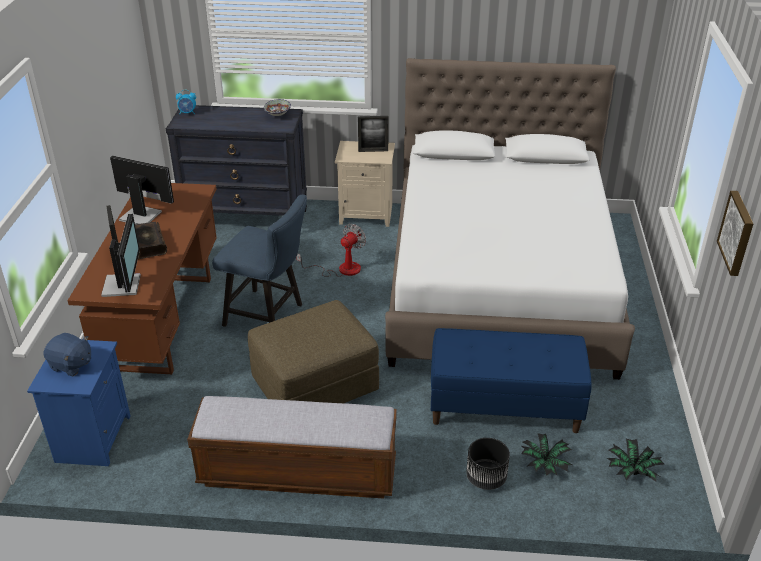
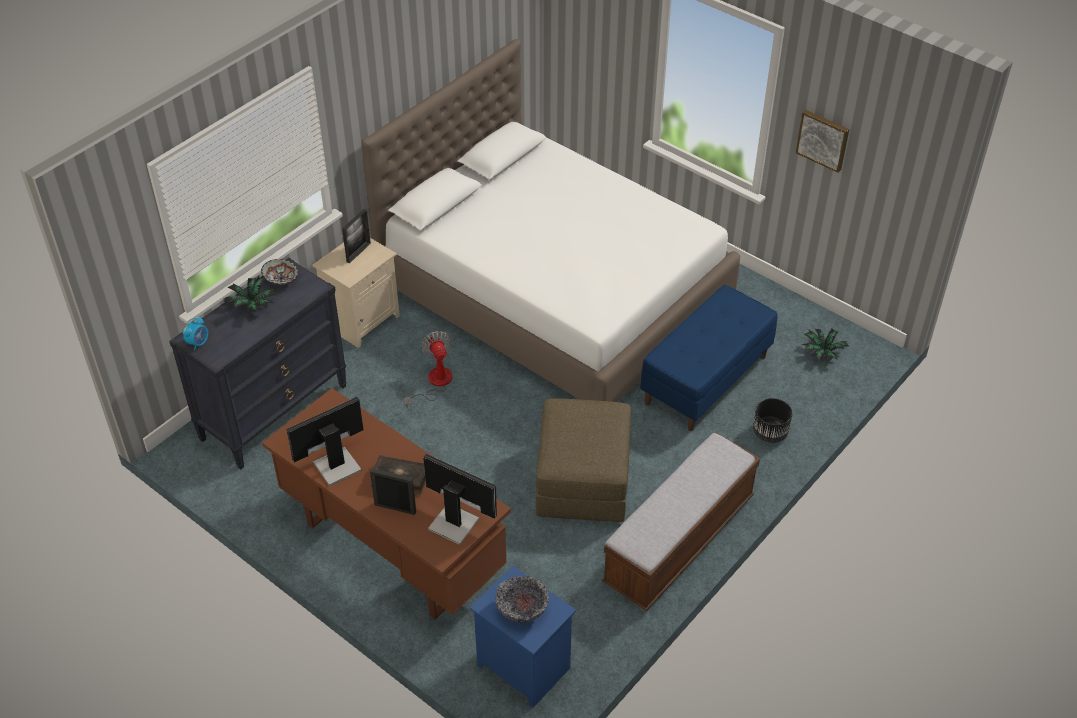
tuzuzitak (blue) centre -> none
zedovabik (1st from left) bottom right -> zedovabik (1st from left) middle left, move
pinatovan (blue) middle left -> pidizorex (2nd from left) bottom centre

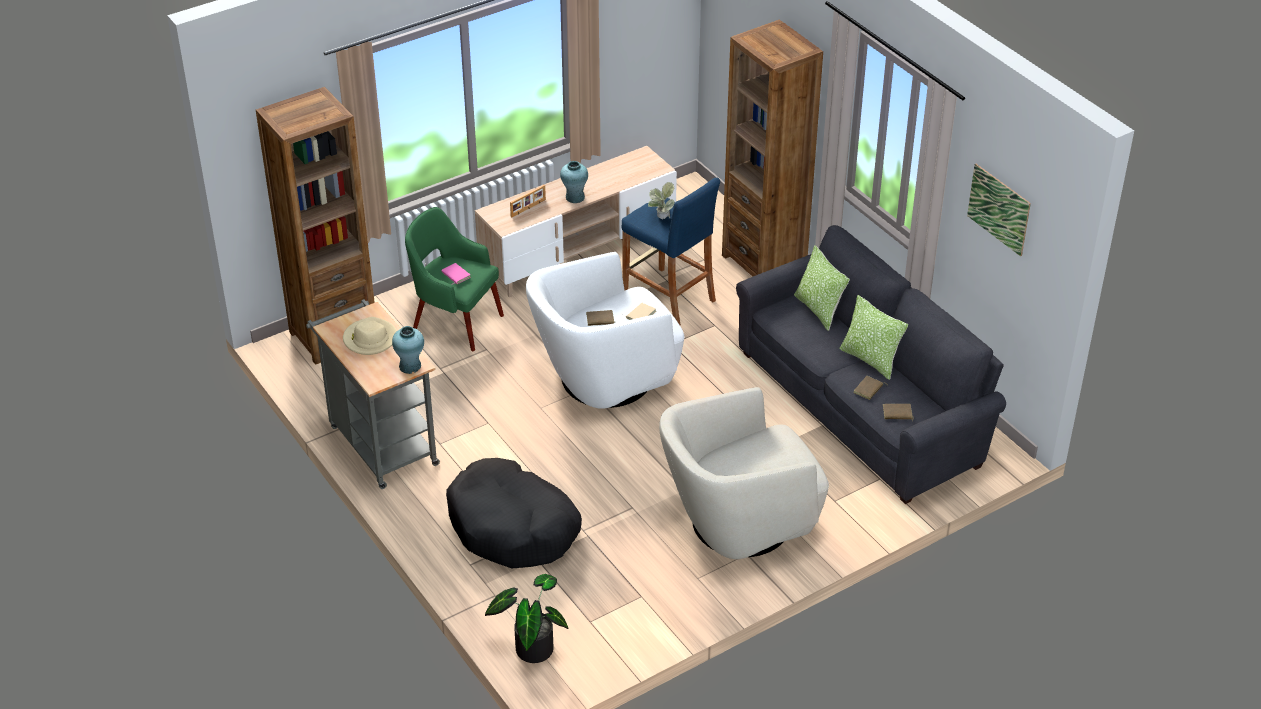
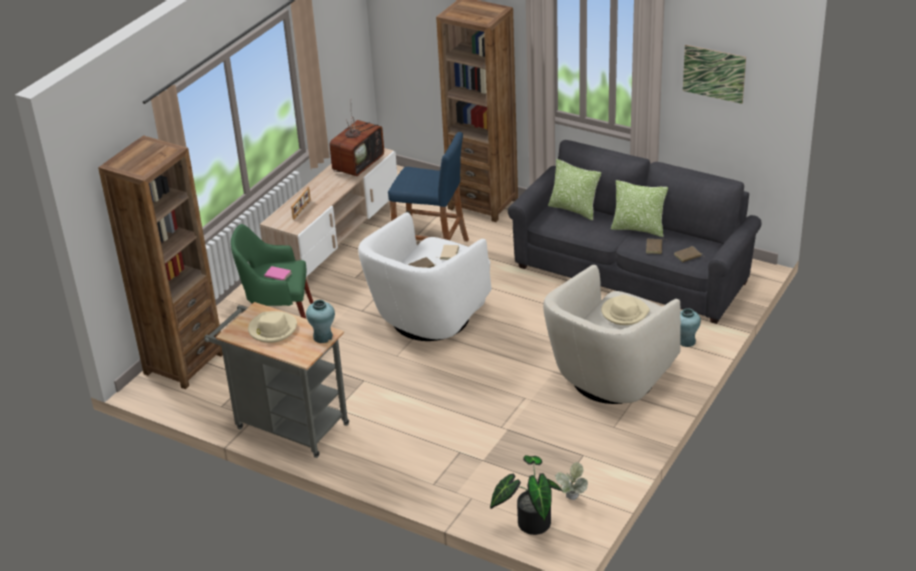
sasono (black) bottom centre -> none
none -> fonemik top centre
none -> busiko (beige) (2nd from left) middle right
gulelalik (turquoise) (2nd from left) top centre -> gulelalik (turquoise) (2nd from left) middle right, move
zedovabik (2nd from left) top centre -> zedovabik (2nd from left) bottom centre, move

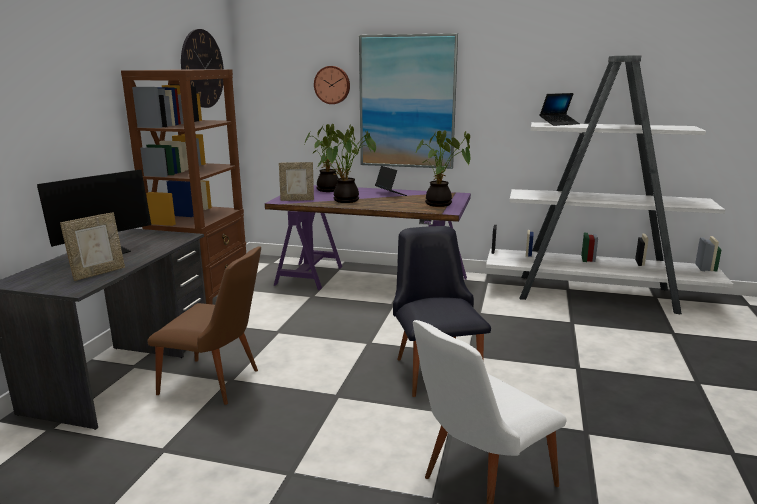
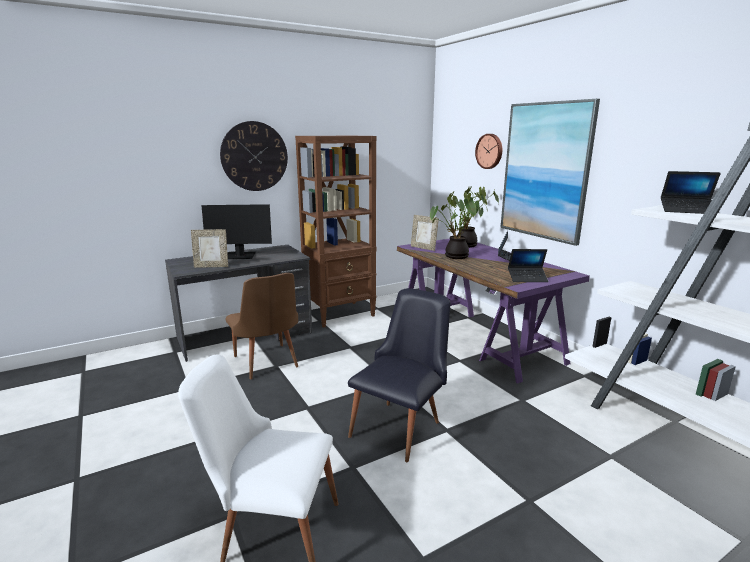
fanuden (1st from left) top left -> fanuden (1st from left) top centre, move
zedovabik (3rd from left) centre -> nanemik (2nd from left) middle right

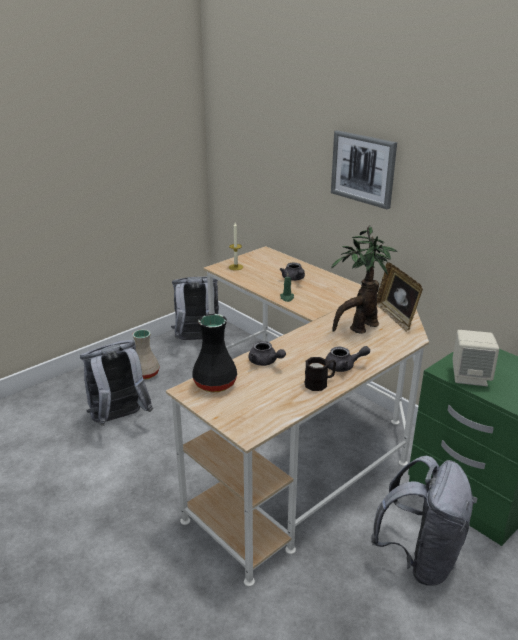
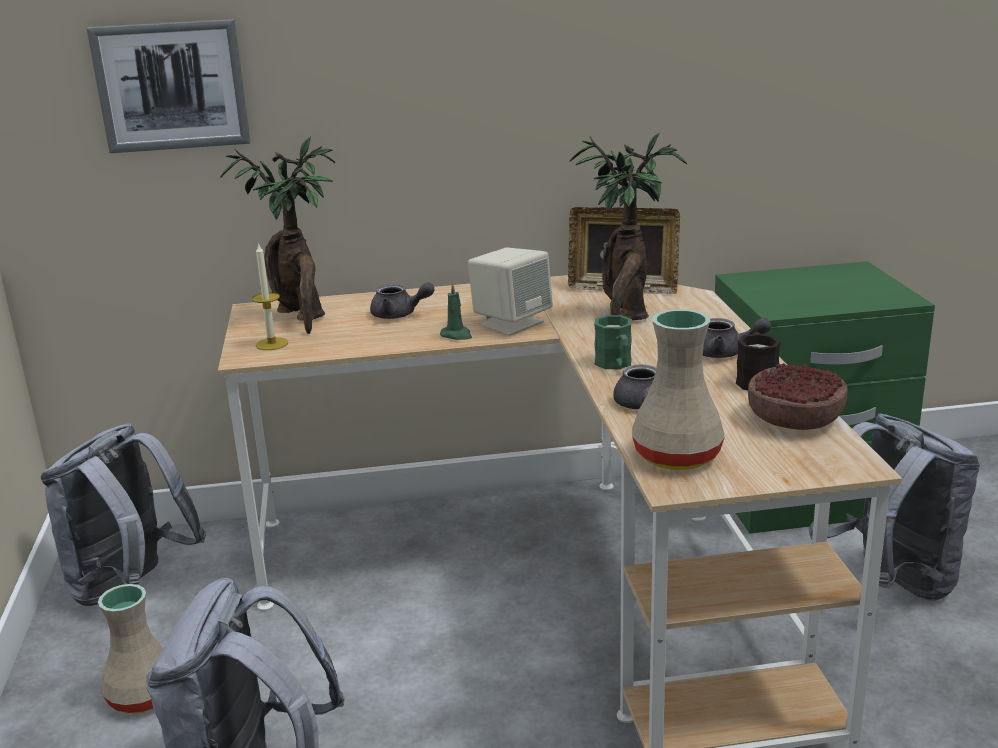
none -> zedovabik (1st from left) top left
none -> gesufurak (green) centre
none -> pidizorex middle right
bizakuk top right -> bizakuk top left, move
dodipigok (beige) middle right -> dodipigok (beige) centre, move
gulelalik (black) centre -> gulelalik (beige) (2nd from left) middle right
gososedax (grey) (3rd from left) middle right, 75 degrees clockwise

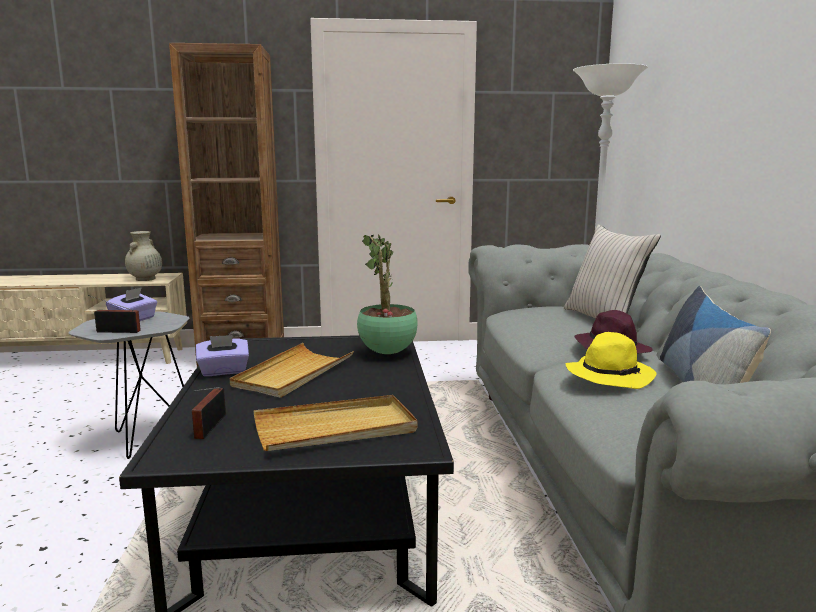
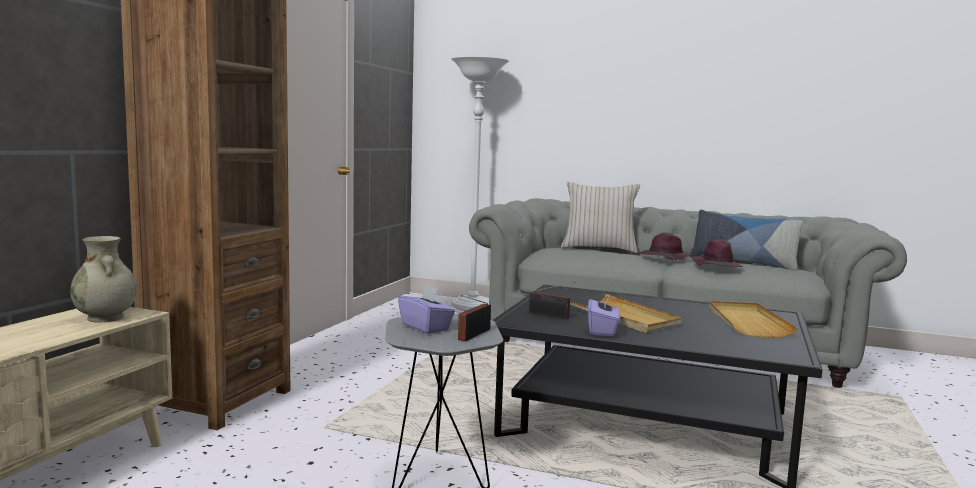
zedovabik centre -> none
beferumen (2nd from left) bottom left -> beferumen (2nd from left) centre, move
busiko (yellow) middle right -> busiko (purple) (2nd from left) middle right

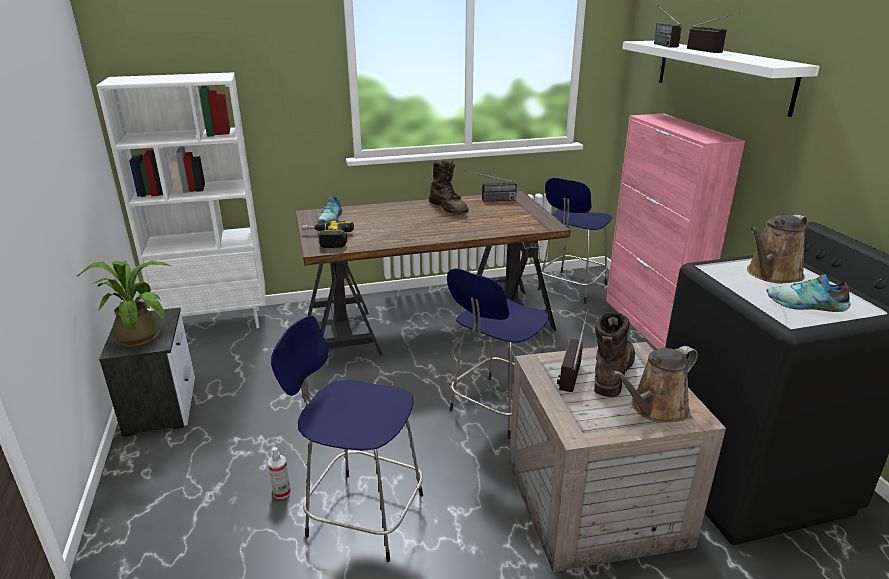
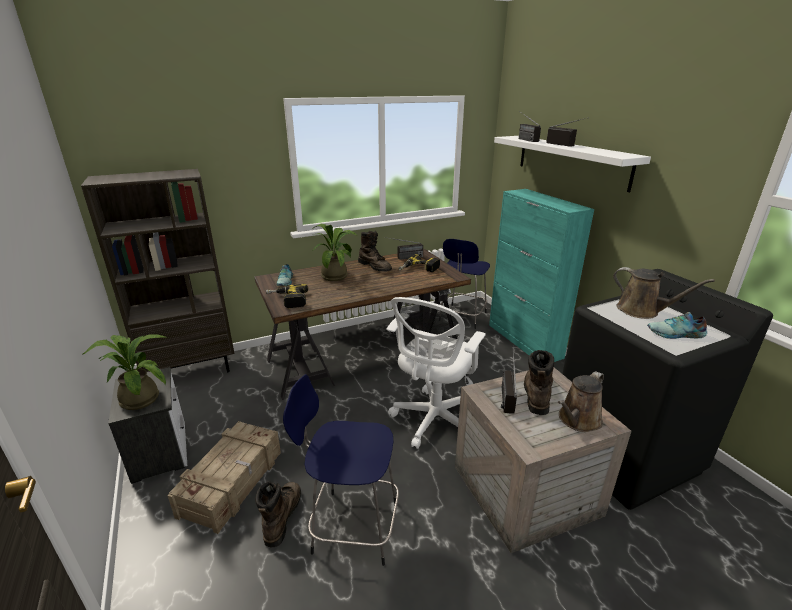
none -> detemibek (1st from left) bottom left
none -> zedovabik (2nd from left) centre
none -> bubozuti (2nd from left) centre
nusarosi bottom left -> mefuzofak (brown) (1st from left) bottom centre
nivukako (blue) (2nd from left) centre -> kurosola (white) centre
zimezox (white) middle left -> zimezox (brown) middle left
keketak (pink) middle right -> keketak (turquoise) middle right
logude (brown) (2nd from left) middle right, 90 degrees counterclockwise

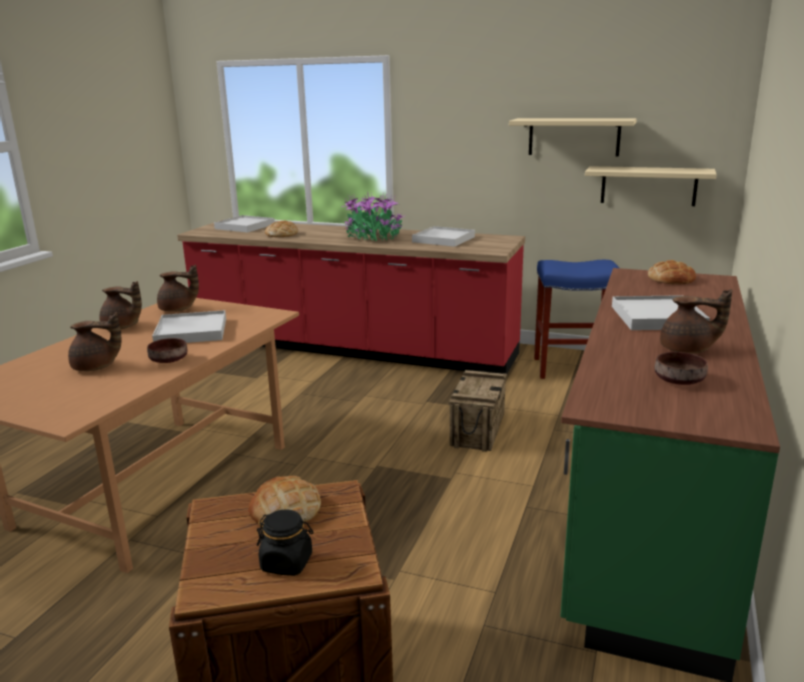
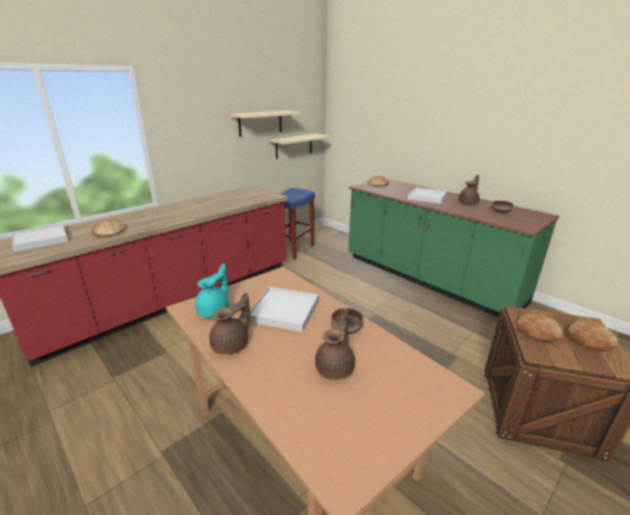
zedovabik top centre -> none
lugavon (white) (3rd from left) centre -> none
detemibek (2nd from left) centre -> none
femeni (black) bottom centre -> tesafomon (4th from left) middle right
gososedax (brown) (3rd from left) middle left -> gososedax (turquoise) centre

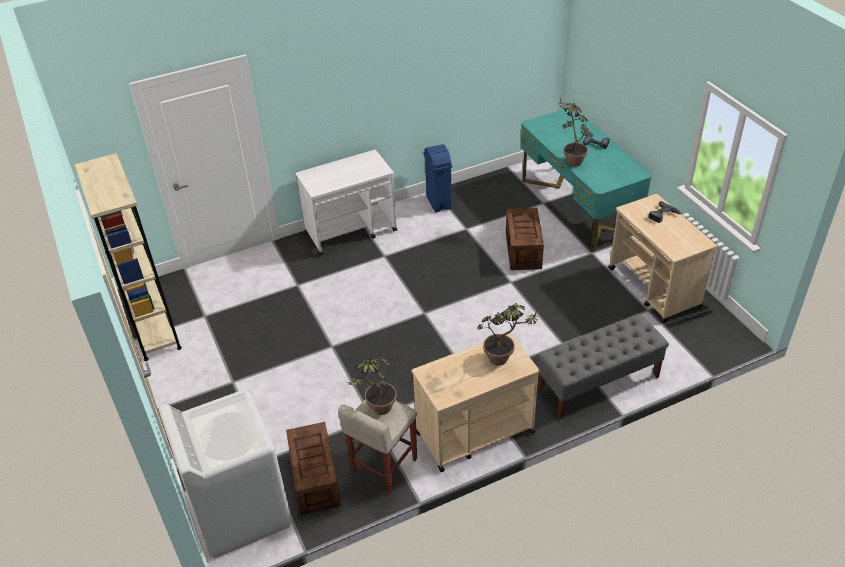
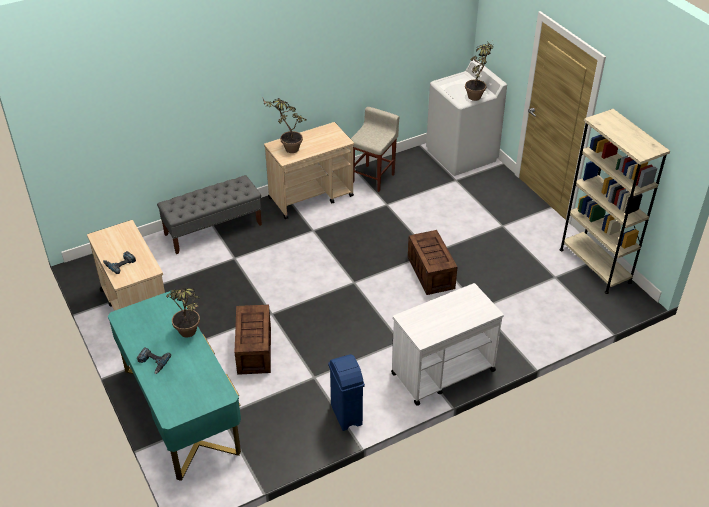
detemibek (1st from left in the first image) bottom centre -> detemibek (2nd from left) centre, move
zedovabik (1st from left in the first image) bottom centre -> zedovabik (3rd from left) top right, move

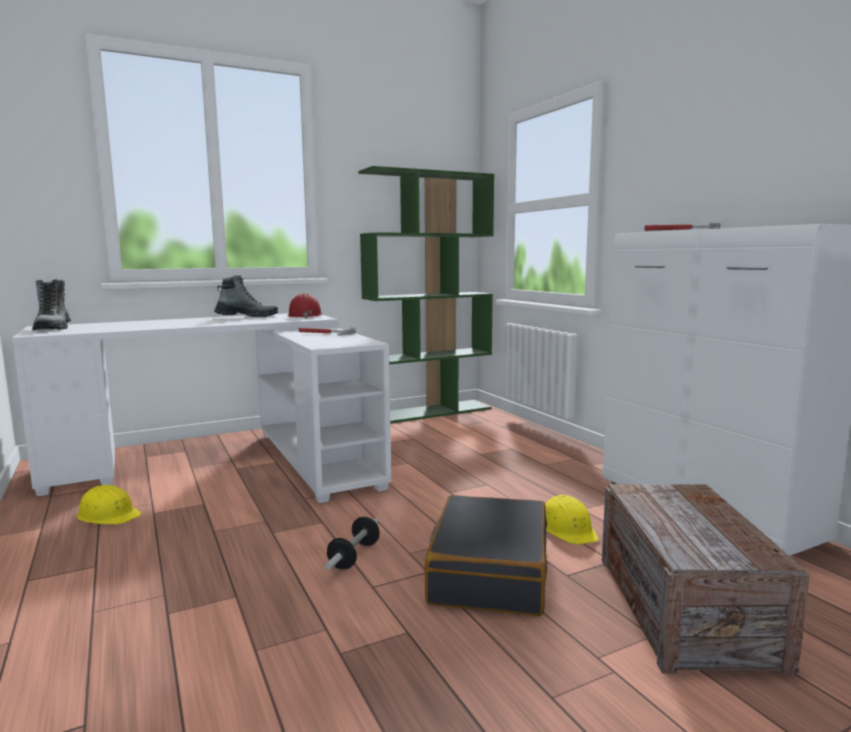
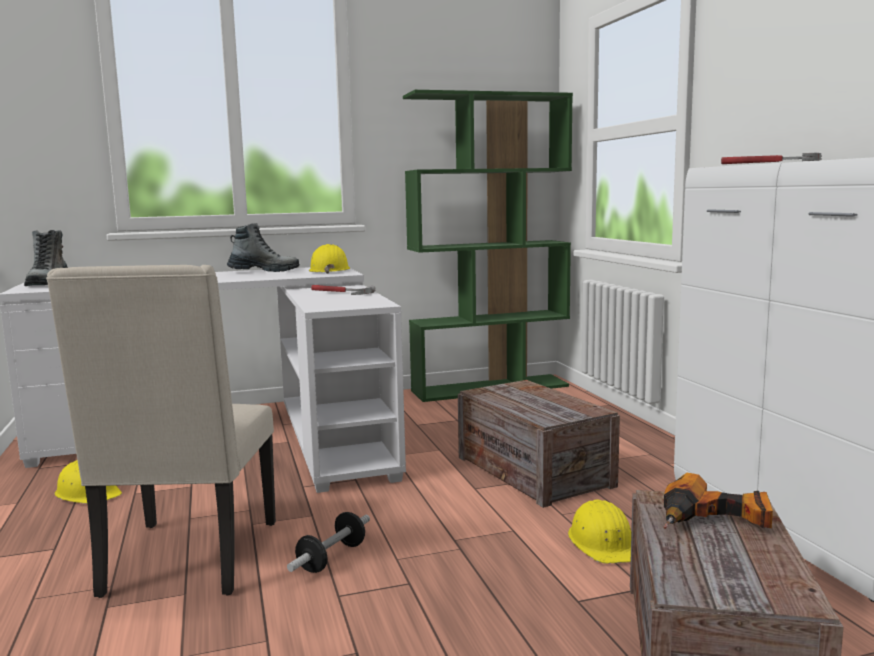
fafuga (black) bottom centre -> none
none -> tuzuzitak (beige) middle left
none -> detemibek (1st from left) bottom centre
none -> bubozuti bottom right
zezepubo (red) centre -> zezepubo (yellow) (2nd from left) centre

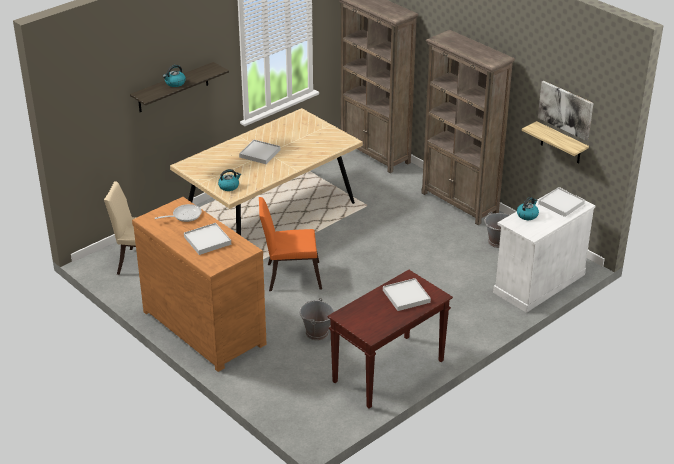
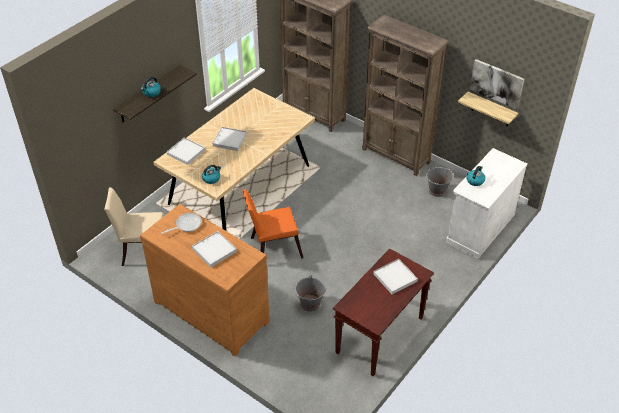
lugavon (white) (4th from left in the first image) middle right -> lugavon (white) (1st from left) middle left, move

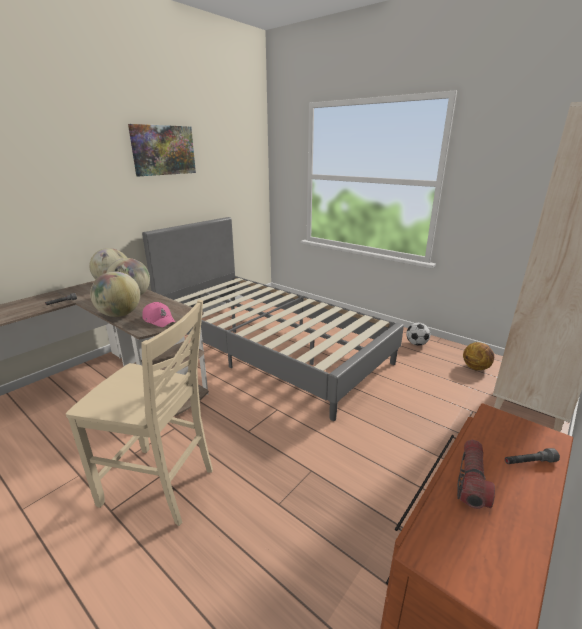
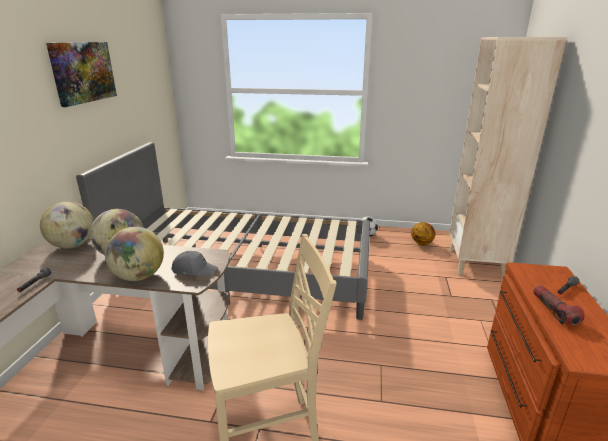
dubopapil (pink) middle left -> dubopapil (grey) middle left

